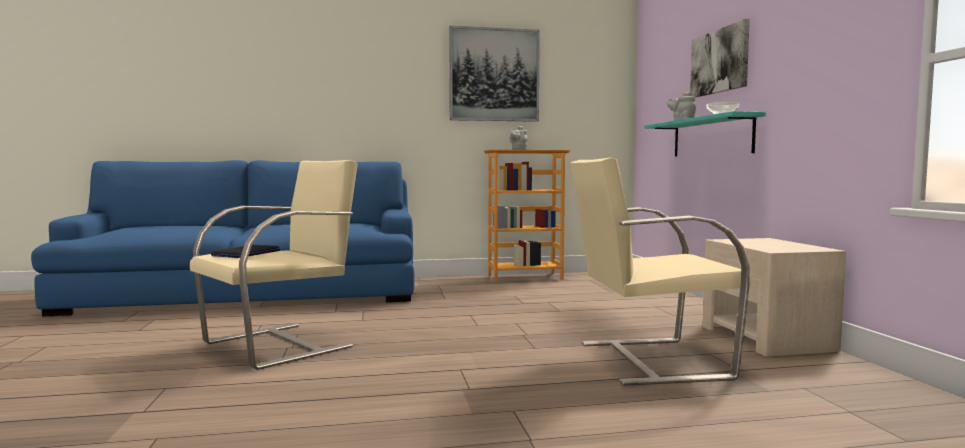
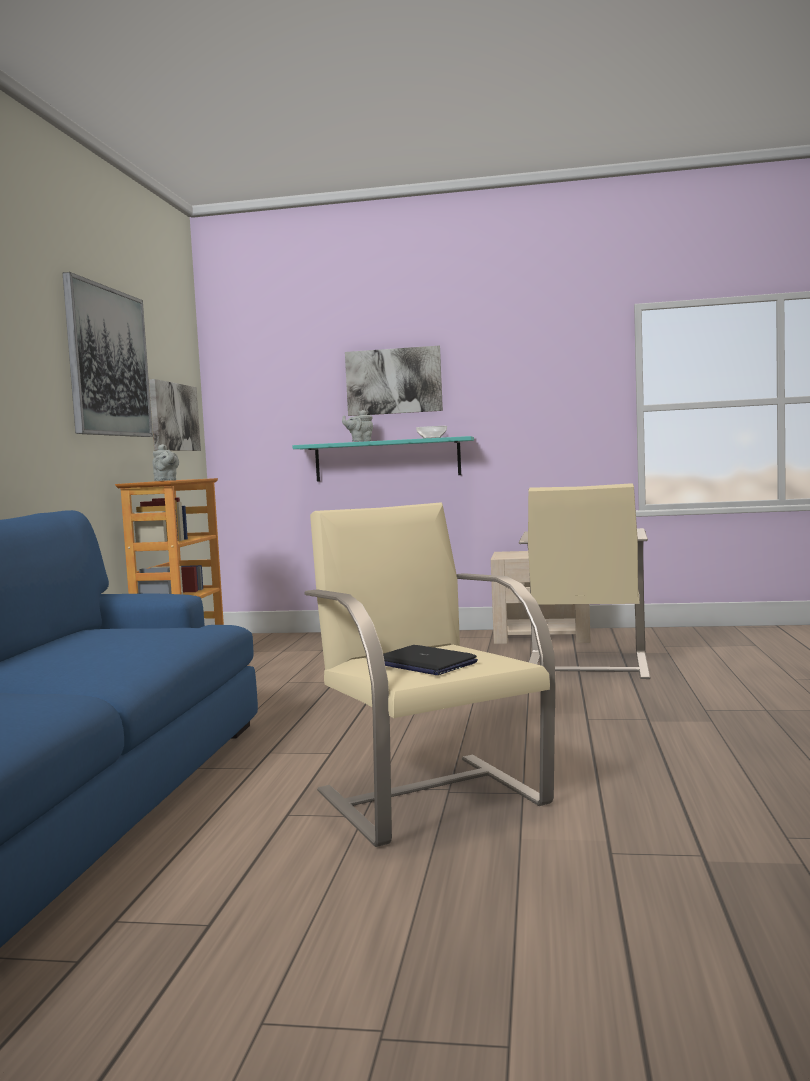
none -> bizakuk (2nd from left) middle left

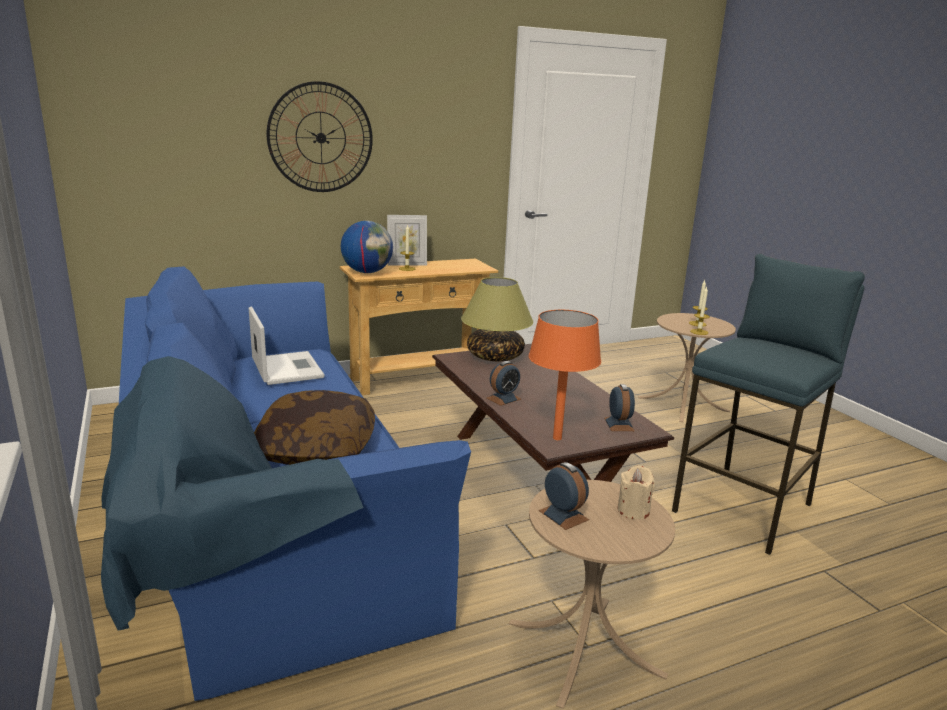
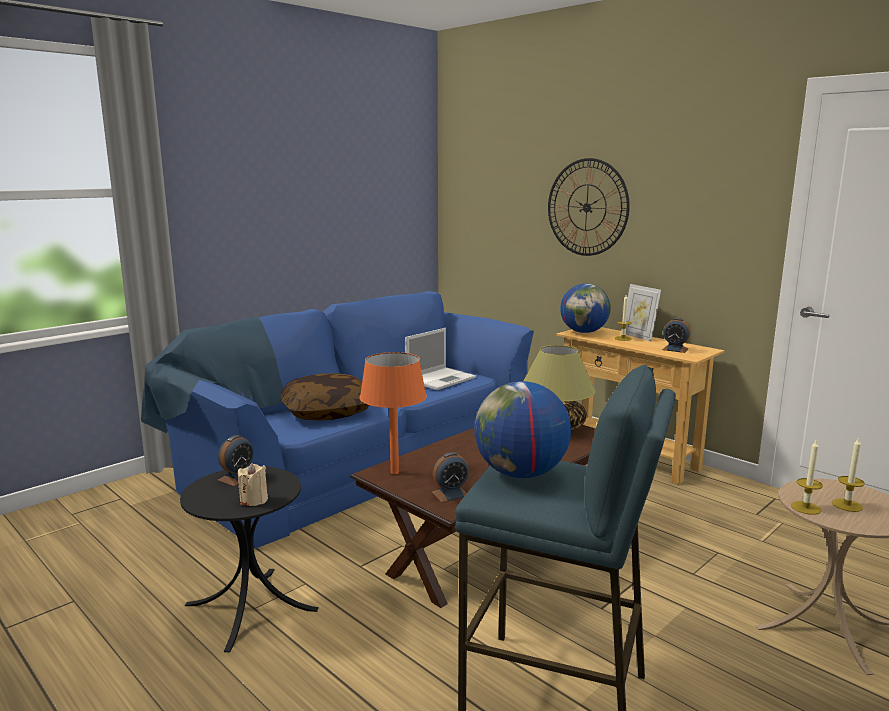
none -> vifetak (1st from left) centre
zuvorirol (1st from left in the first image) centre -> zuvorirol (3rd from left) middle right, move
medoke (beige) (1st from left) bottom centre -> medoke (black) bottom left

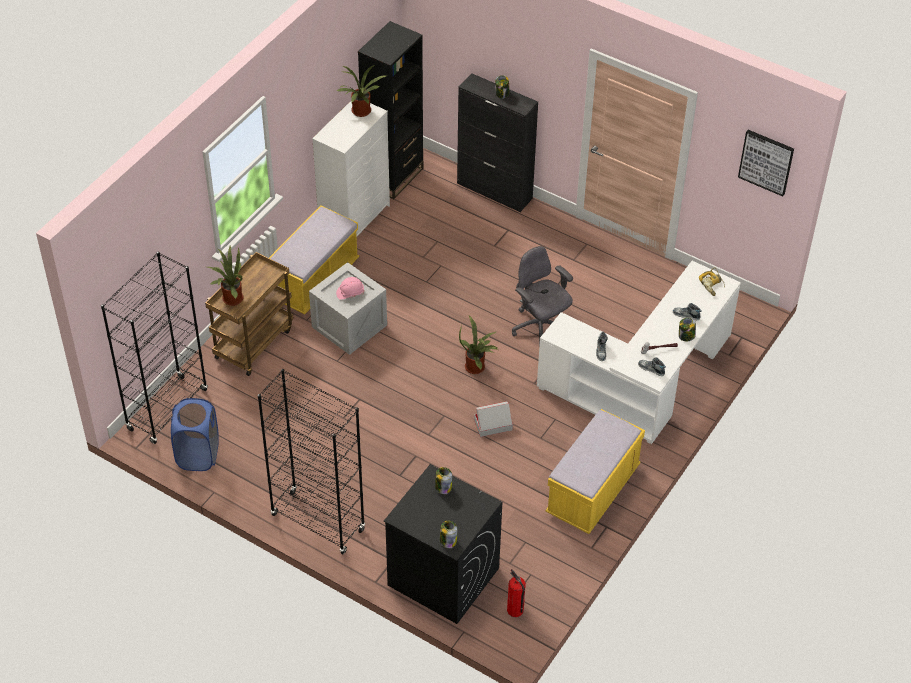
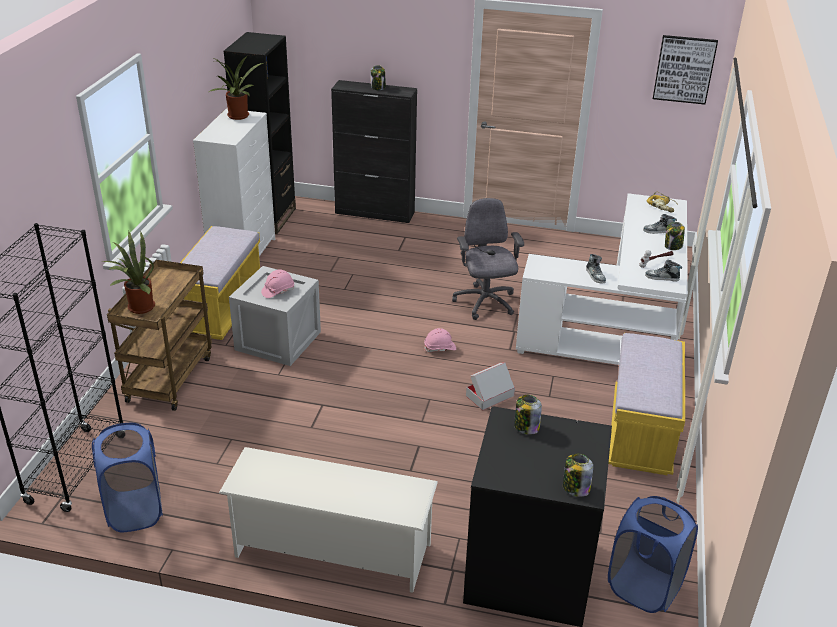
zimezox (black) (2nd from left) bottom centre -> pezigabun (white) bottom centre
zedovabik (3rd from left) centre -> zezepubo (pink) (2nd from left) centre
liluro bottom centre -> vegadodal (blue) (2nd from left) bottom right
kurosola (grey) centre, 45 degrees clockwise

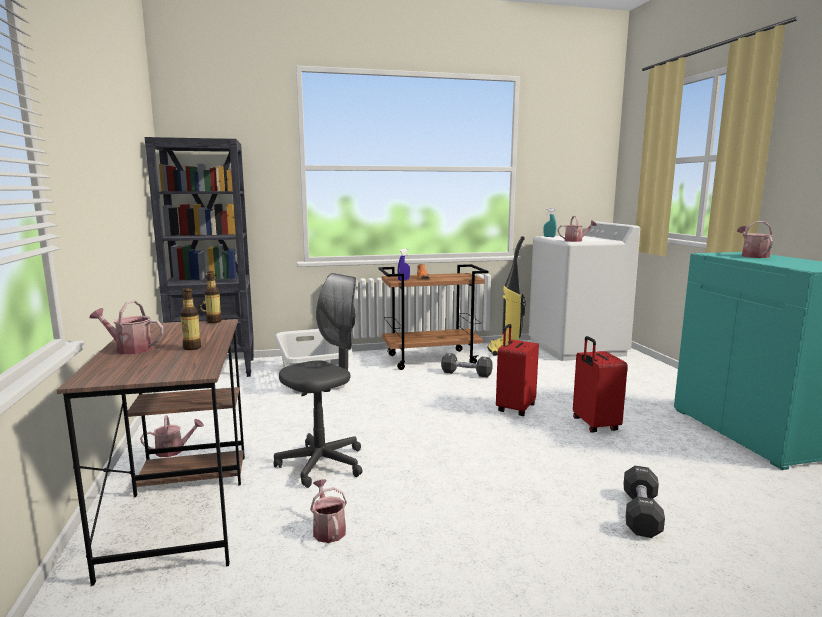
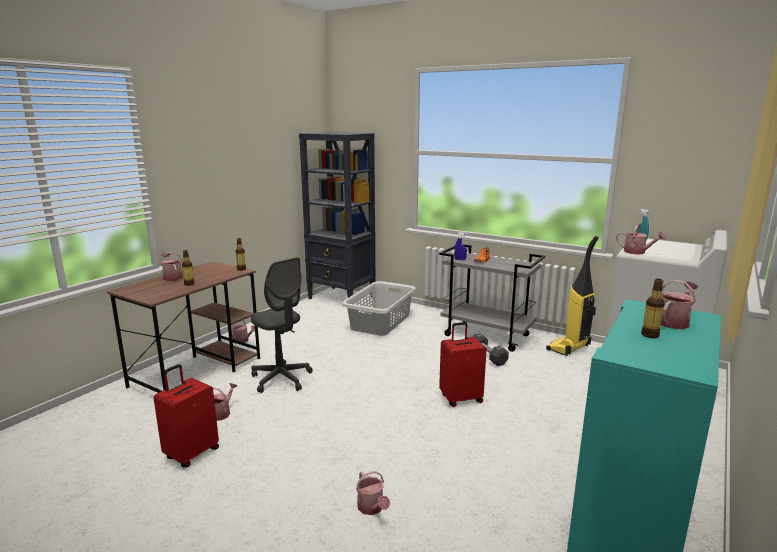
none -> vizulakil (3rd from left) middle right
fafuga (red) (2nd from left in the first image) middle right -> fafuga (red) (1st from left) bottom left, move
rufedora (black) (2nd from left) bottom right -> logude (4th from left) bottom centre
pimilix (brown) centre -> pimilix (grey) centre
kurosola (grey) centre, 45 degrees clockwise

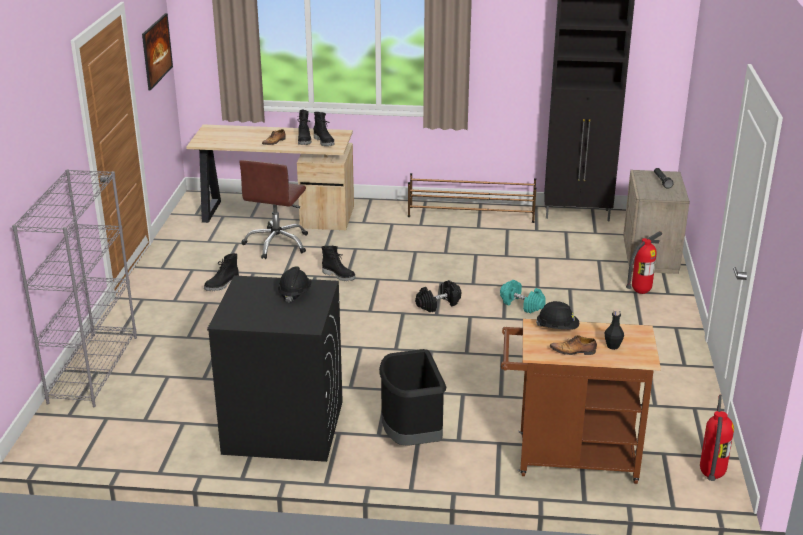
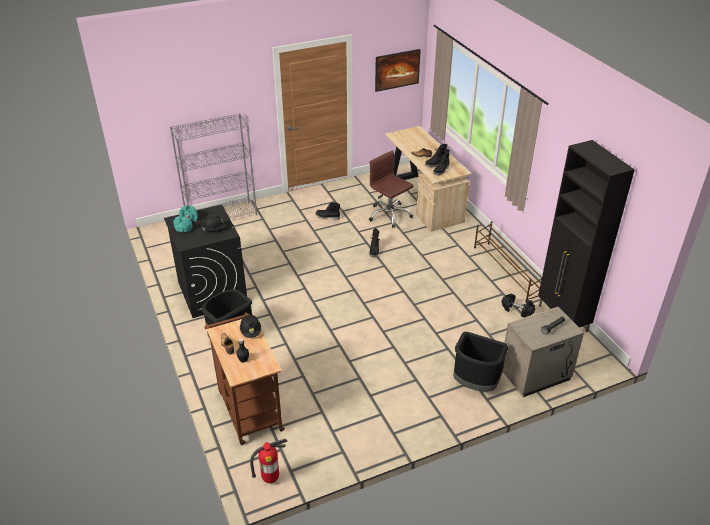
rufedora (black) centre -> rufedora (black) middle right, move
rufedora (turquoise) centre -> rufedora (turquoise) middle left, move
liluro (1st from left) middle right -> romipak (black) (2nd from left) bottom right
kurosola (brown) centre, 60 degrees clockwise

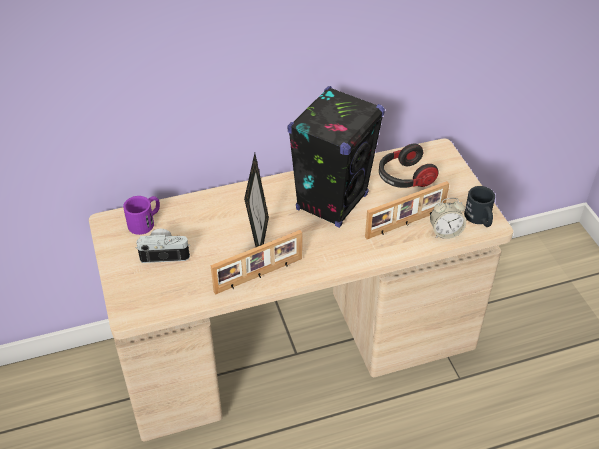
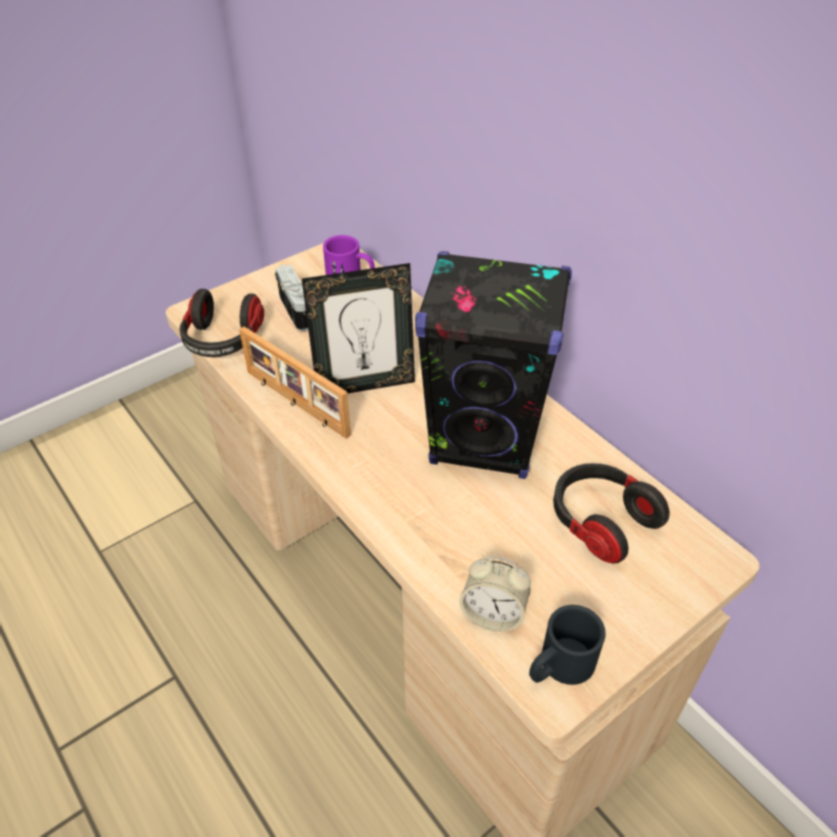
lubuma (3rd from left) middle right -> none
none -> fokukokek (1st from left) middle left
zuvorirol middle right -> zuvorirol bottom centre, 45 degrees counterclockwise

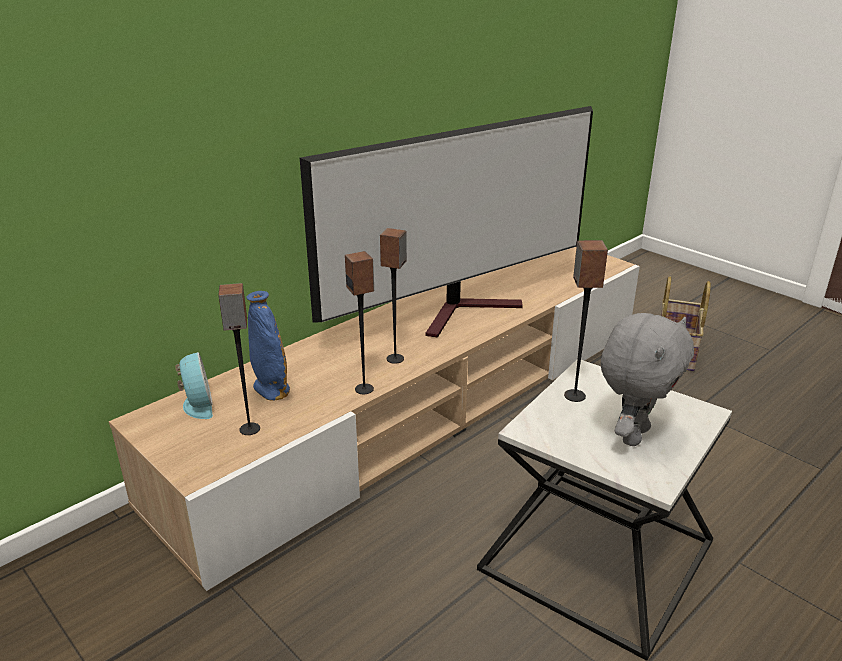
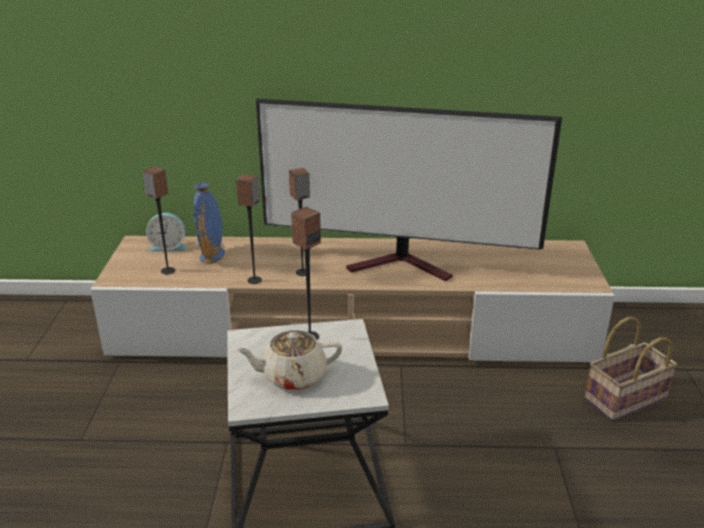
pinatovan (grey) middle right -> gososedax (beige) bottom centre
zuvorirol middle left, 60 degrees clockwise

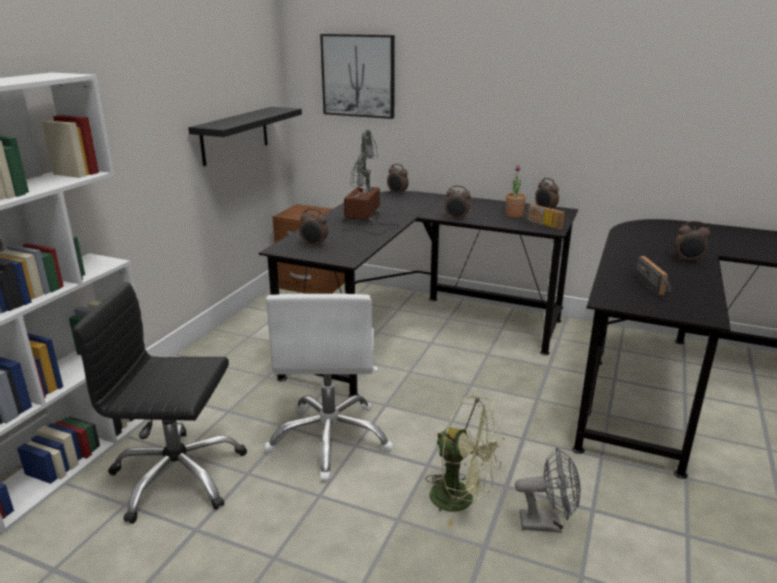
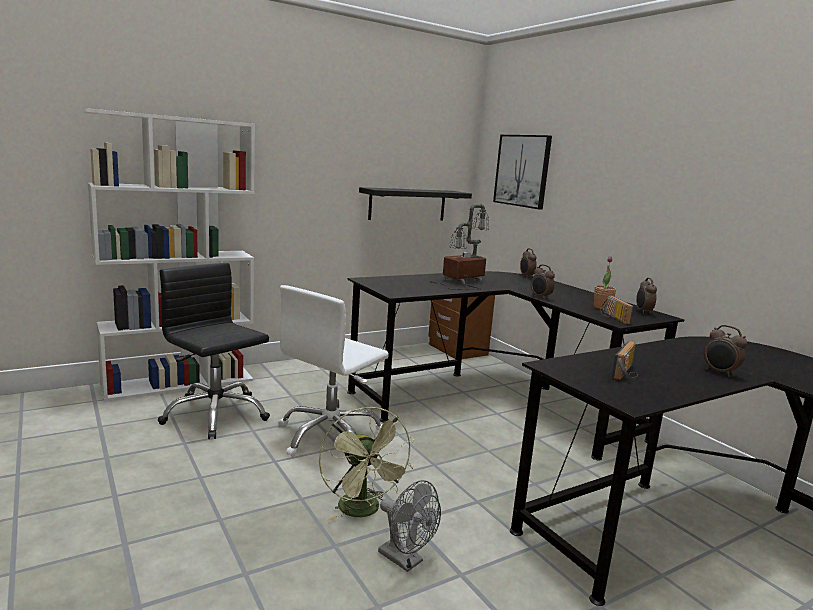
zuvorirol (1st from left) centre -> none

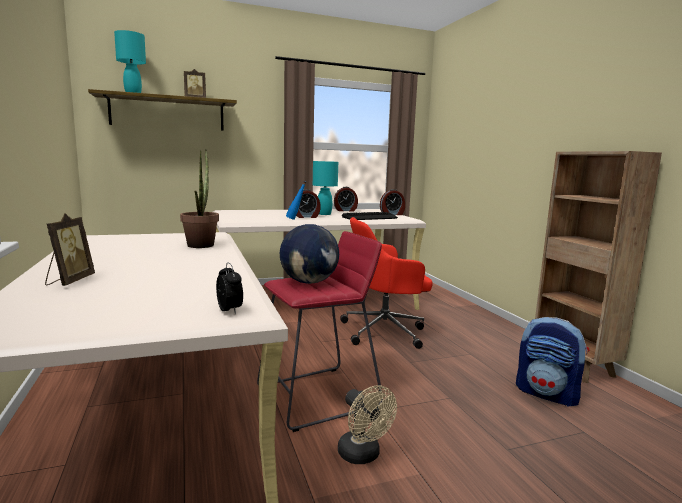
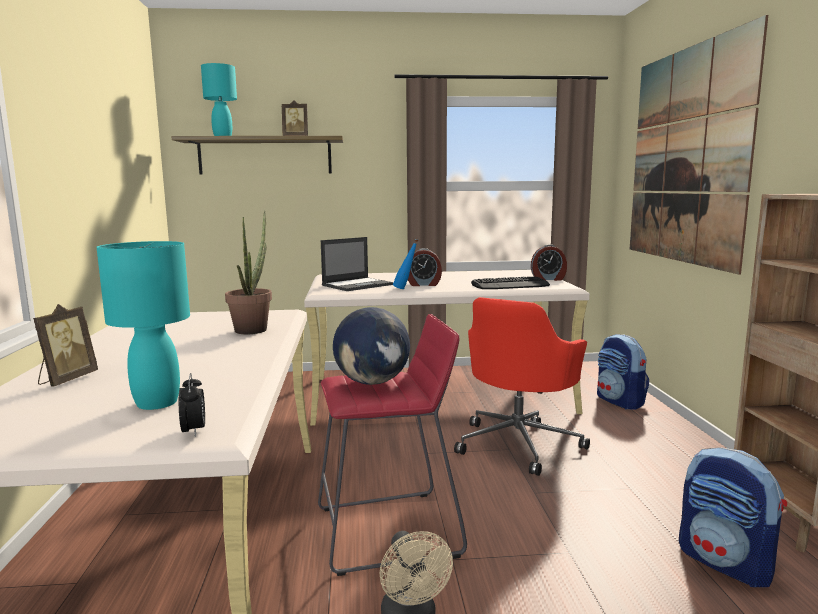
zuvorirol (3rd from left) centre -> none
none -> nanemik centre
none -> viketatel (1st from left) middle right
none -> bizakuk top right
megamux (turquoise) (2nd from left in the first image) centre -> megamux (turquoise) (1st from left) middle left, move
kurosola (red) centre, 60 degrees counterclockwise

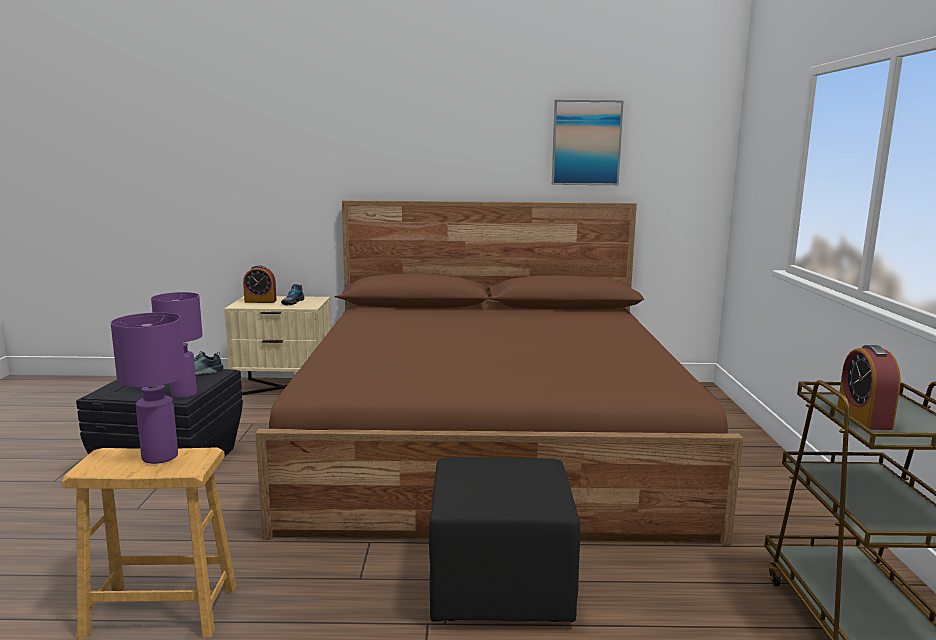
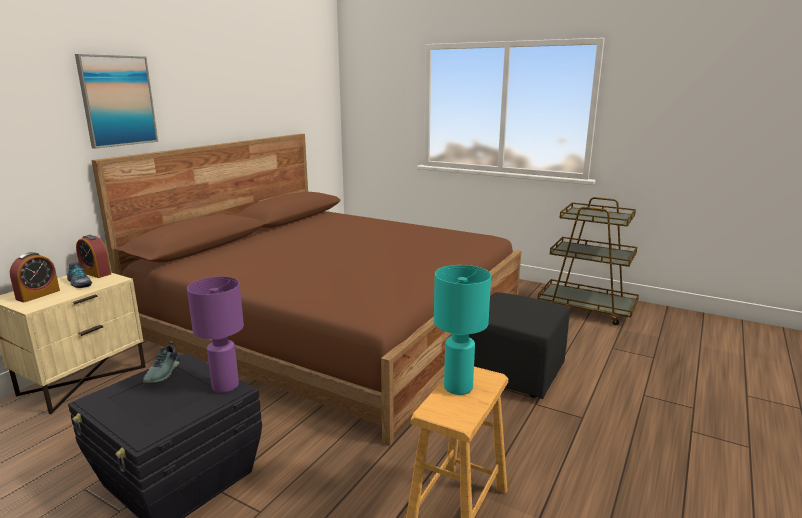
bizakuk top centre -> bizakuk top left, move
zuvorirol (2nd from left) middle right -> zuvorirol (2nd from left) middle left, move
megamux (purple) (1st from left) middle left -> megamux (turquoise) centre

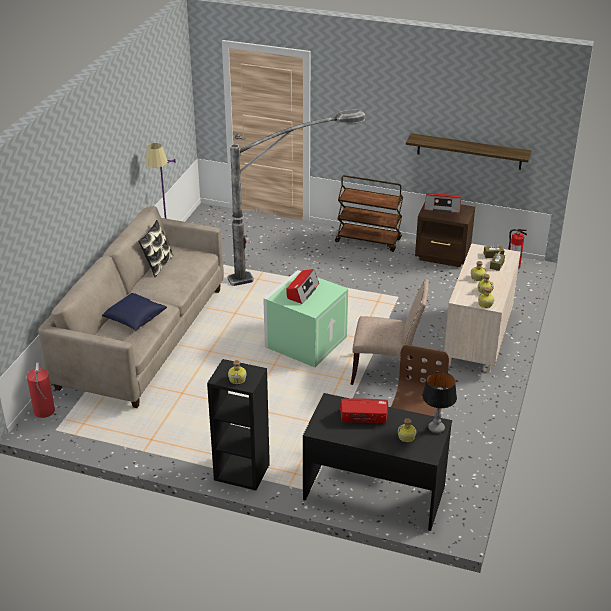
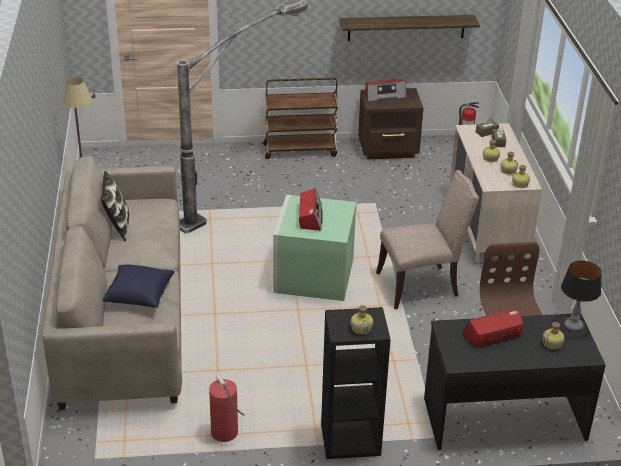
liluro (1st from left) middle left -> liluro (1st from left) bottom centre, move

